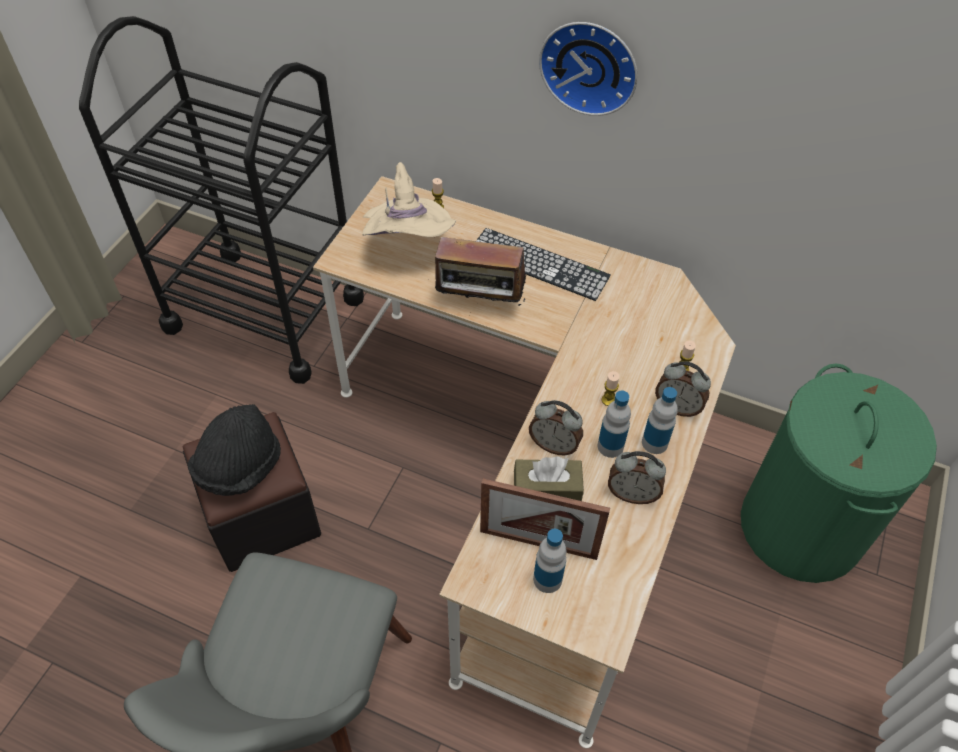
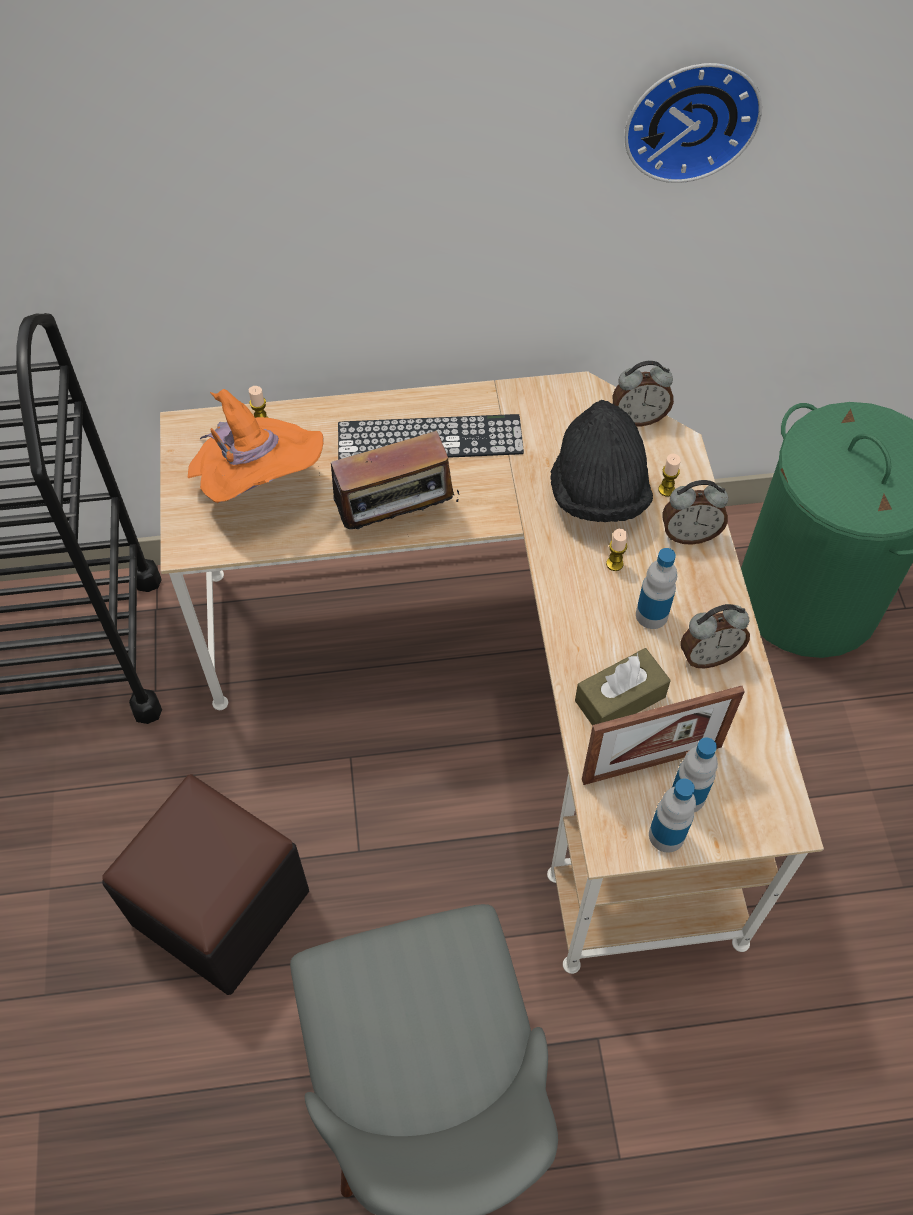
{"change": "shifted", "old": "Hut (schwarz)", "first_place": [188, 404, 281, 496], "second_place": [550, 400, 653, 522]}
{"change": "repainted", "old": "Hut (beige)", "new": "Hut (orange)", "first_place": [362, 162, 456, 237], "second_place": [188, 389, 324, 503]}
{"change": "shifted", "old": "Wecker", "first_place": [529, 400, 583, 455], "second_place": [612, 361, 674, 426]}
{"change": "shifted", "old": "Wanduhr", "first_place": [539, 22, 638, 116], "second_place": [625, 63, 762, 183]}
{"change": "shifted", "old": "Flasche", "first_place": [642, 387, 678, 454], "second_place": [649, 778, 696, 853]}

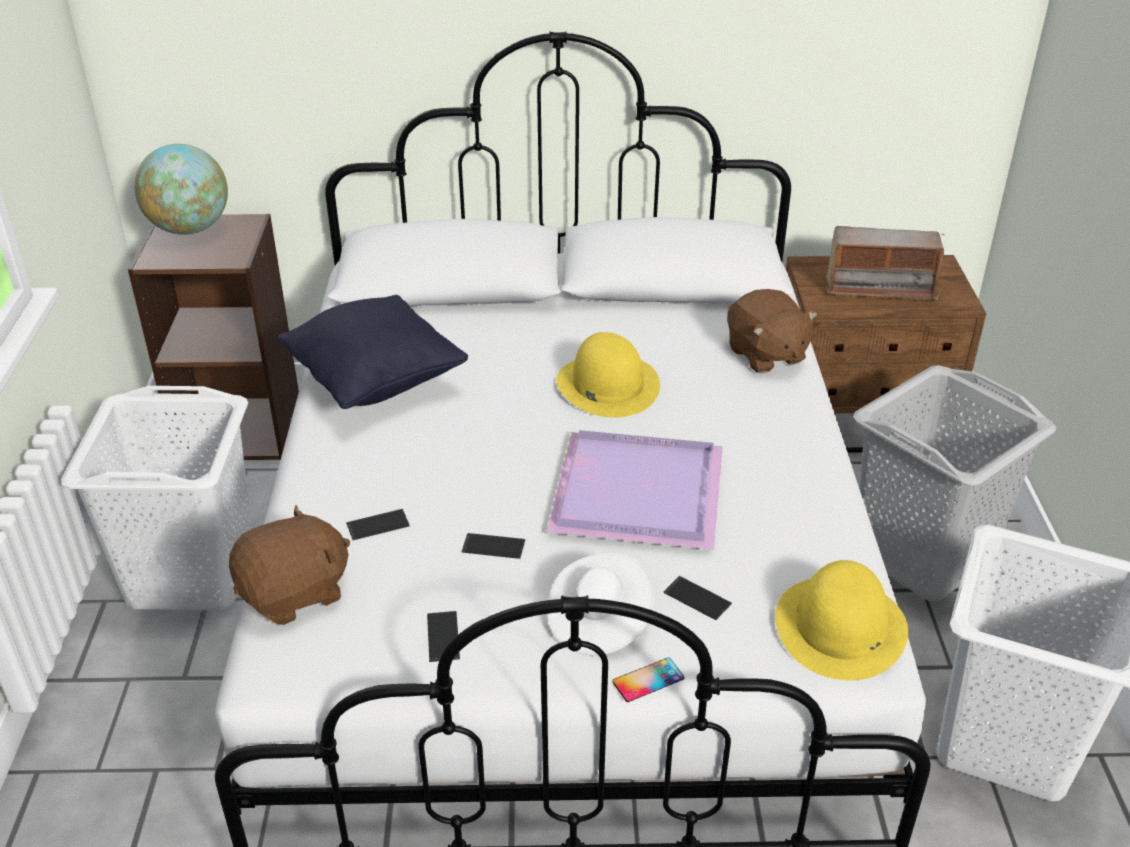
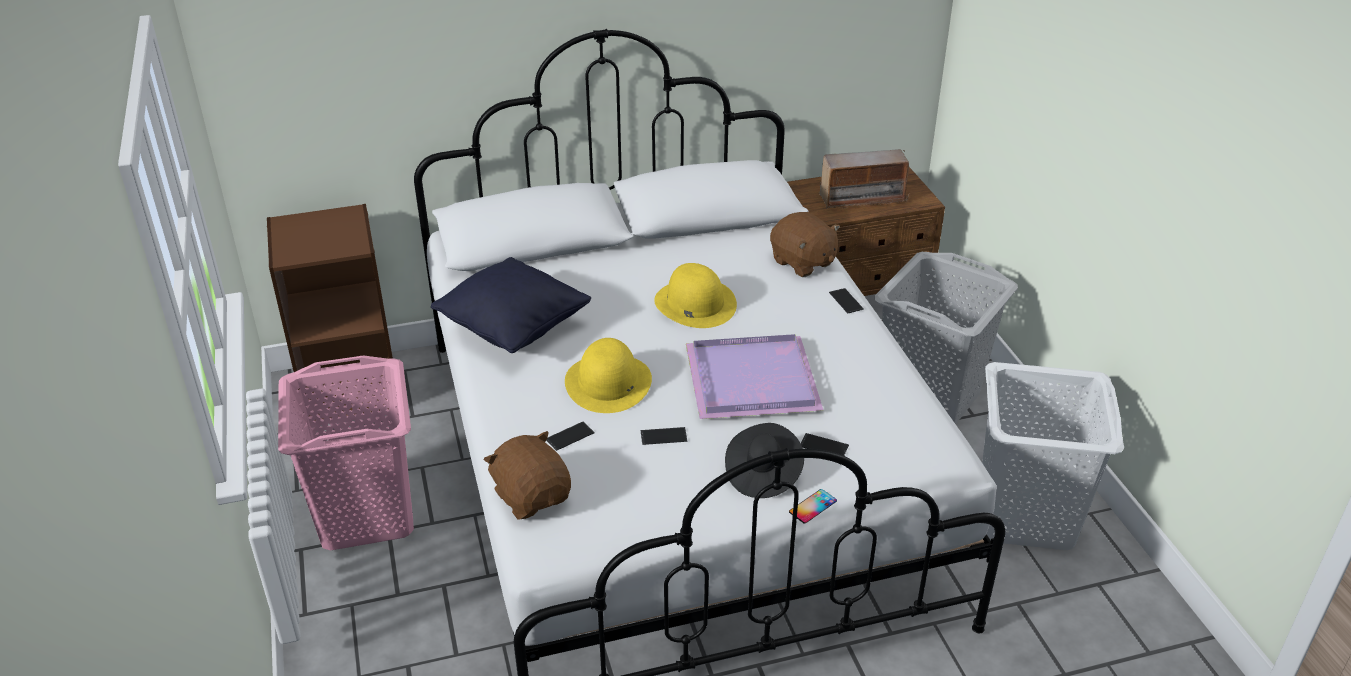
{"change": "repainted", "old": "Wäschekorb (weiß)", "new": "Wäschekorb (rosa)", "first_place": [61, 386, 252, 610], "second_place": [278, 355, 414, 551]}
{"change": "gone", "old": "Globus", "first_place": [134, 144, 228, 235]}
{"change": "rotated", "old": "Plüschtier (braun)", "first_place": [229, 505, 350, 625], "second_place": [484, 431, 571, 520], "degrees": -75}
{"change": "shifted", "old": "Handy", "first_place": [427, 611, 460, 662], "second_place": [829, 288, 864, 314]}
{"change": "repainted", "old": "Hut (weiß)", "new": "Hut (schwarz)", "first_place": [547, 553, 654, 656], "second_place": [725, 423, 804, 498]}
{"change": "shifted", "old": "Hut (gelb)", "first_place": [775, 560, 908, 681], "second_place": [565, 338, 652, 413]}

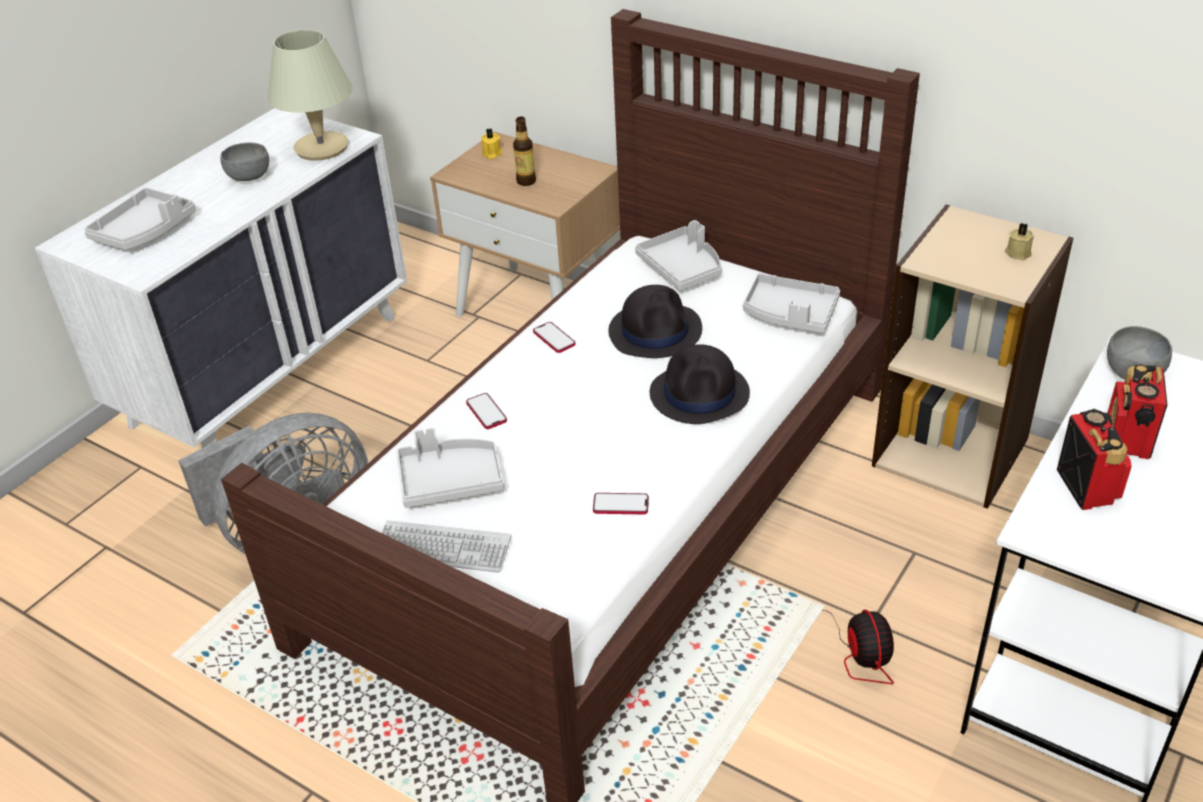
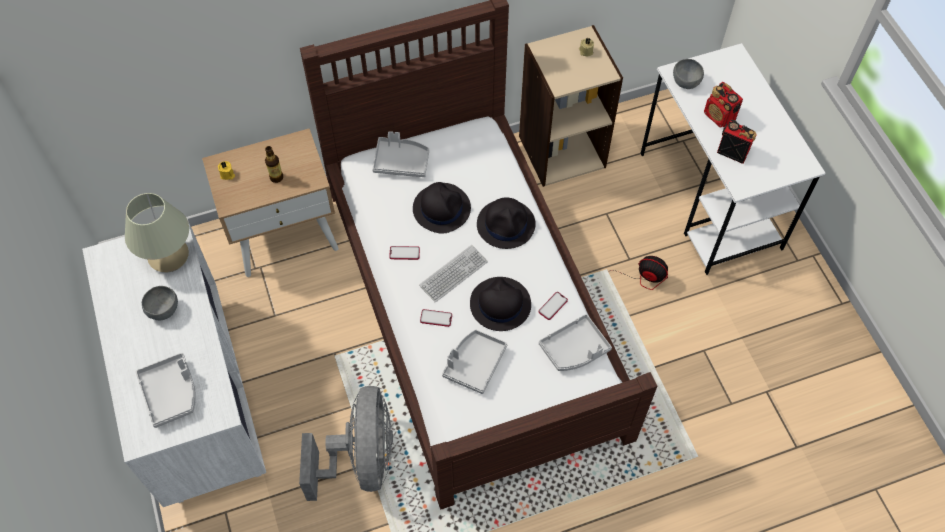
{"change": "shifted", "old": "Tastatur", "first_place": [382, 520, 511, 572], "second_place": [419, 245, 488, 303]}
{"change": "shifted", "old": "Tablett (grau)", "first_place": [743, 274, 840, 333], "second_place": [539, 314, 612, 371]}
{"change": "new", "new": "Hut (schwarz)", "second_place": [470, 277, 531, 331]}

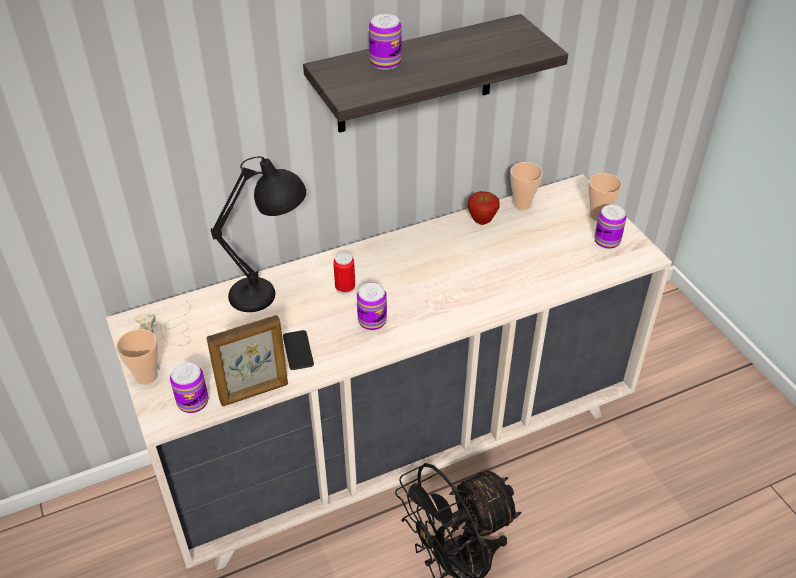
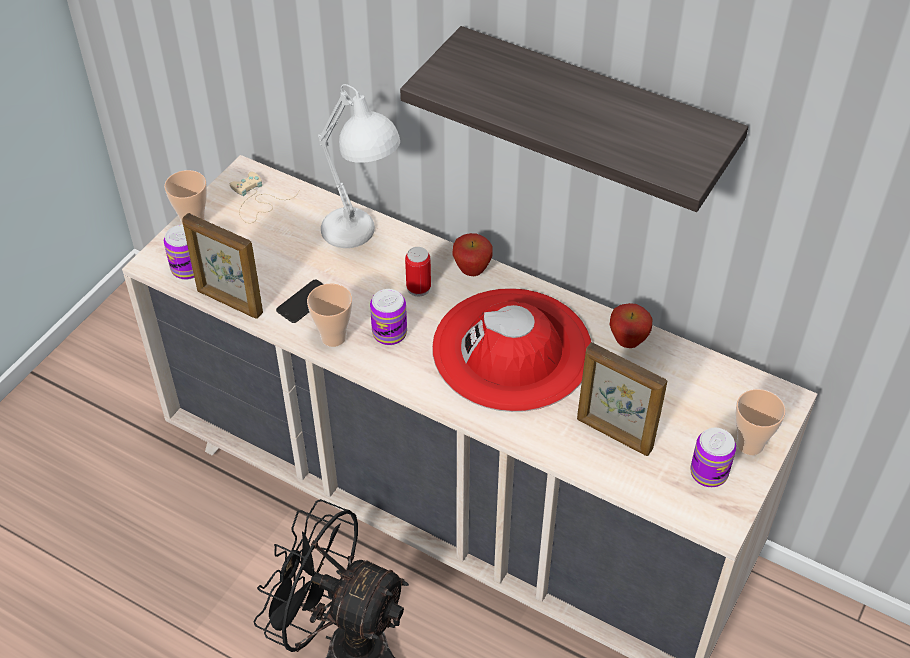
{"change": "repainted", "old": "Tischlampe (schwarz)", "new": "Tischlampe (weiß)", "first_place": [211, 156, 306, 312], "second_place": [318, 84, 400, 248]}
{"change": "gone", "old": "Dose", "first_place": [369, 14, 402, 70]}
{"change": "shifted", "old": "Tasse", "first_place": [510, 162, 543, 210], "second_place": [307, 283, 352, 347]}
{"change": "new", "new": "Hut (rot)", "second_place": [432, 288, 591, 412]}
{"change": "new", "new": "Apfel", "second_place": [452, 233, 493, 276]}
{"change": "new", "new": "Bilderrahmen", "second_place": [577, 342, 667, 456]}

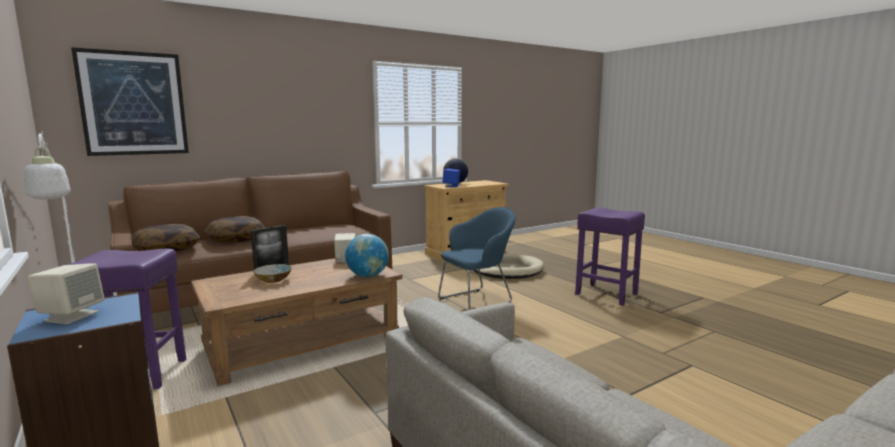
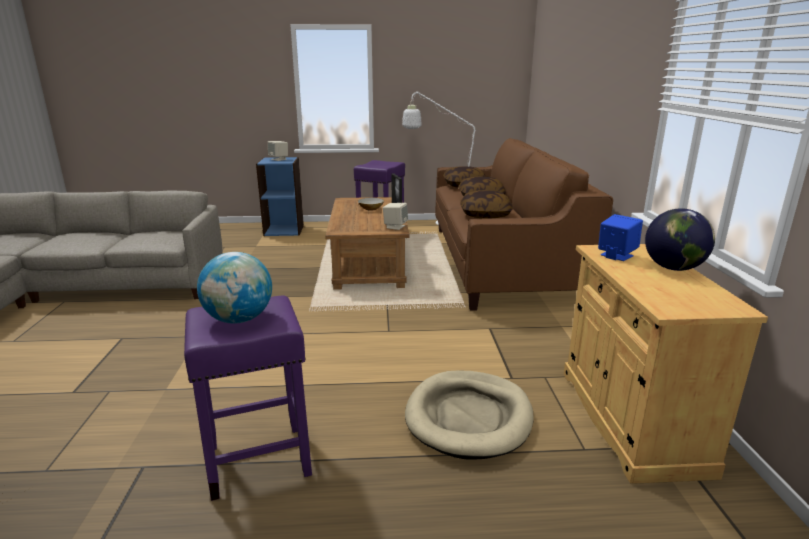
{"change": "gone", "old": "Bild", "first_place": [71, 47, 189, 156]}
{"change": "shifted", "old": "Globus", "first_place": [345, 234, 389, 277], "second_place": [197, 252, 272, 324]}
{"change": "gone", "old": "Sessel (blau)", "first_place": [438, 207, 516, 310]}
{"change": "new", "new": "Kissen", "second_place": [460, 190, 513, 219]}

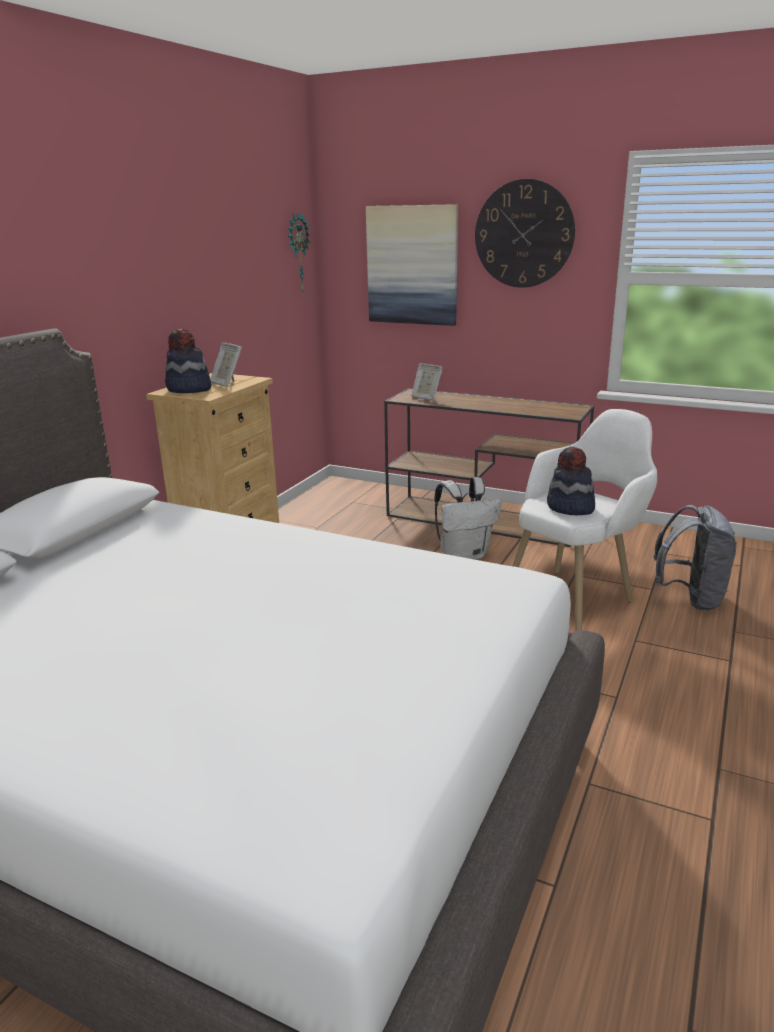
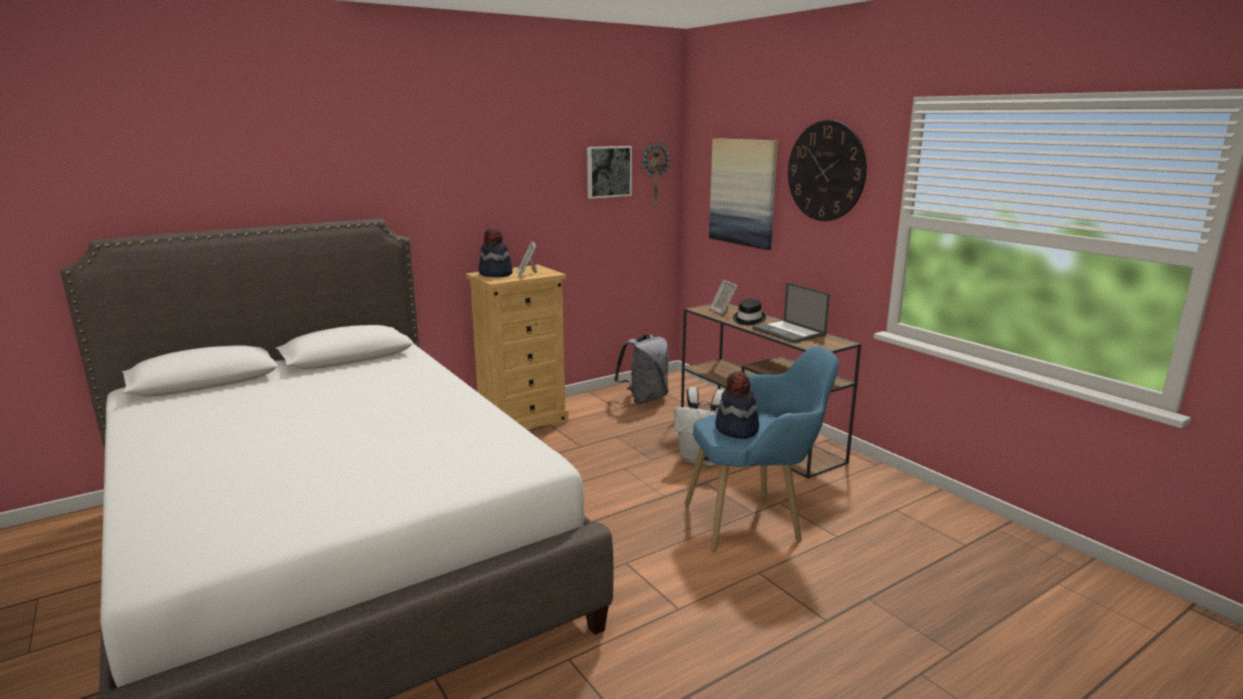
{"change": "repainted", "old": "Sessel (weiß)", "new": "Sessel (blau)", "first_place": [512, 409, 657, 630], "second_place": [685, 346, 839, 552]}
{"change": "shifted", "old": "Rucksack (grau)", "first_place": [654, 505, 737, 611], "second_place": [614, 334, 669, 404]}
{"change": "new", "new": "Bild", "second_place": [587, 146, 632, 199]}
{"change": "new", "new": "Hut (schwarz)", "second_place": [733, 299, 766, 325]}
{"change": "new", "new": "Laptop", "second_place": [752, 283, 830, 343]}

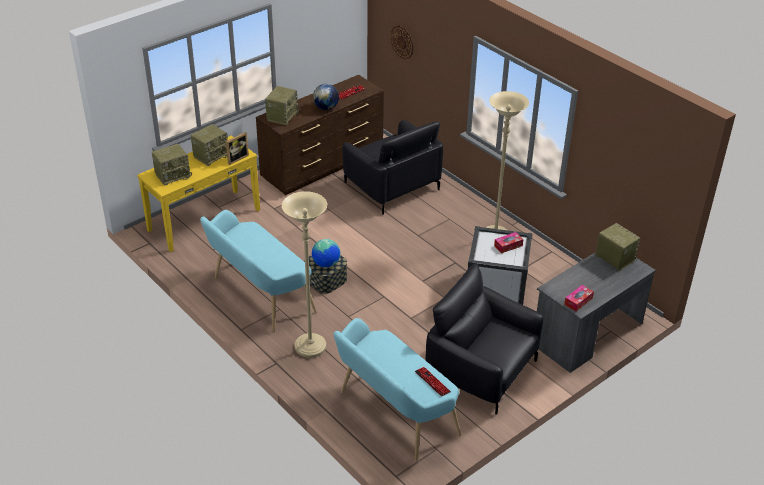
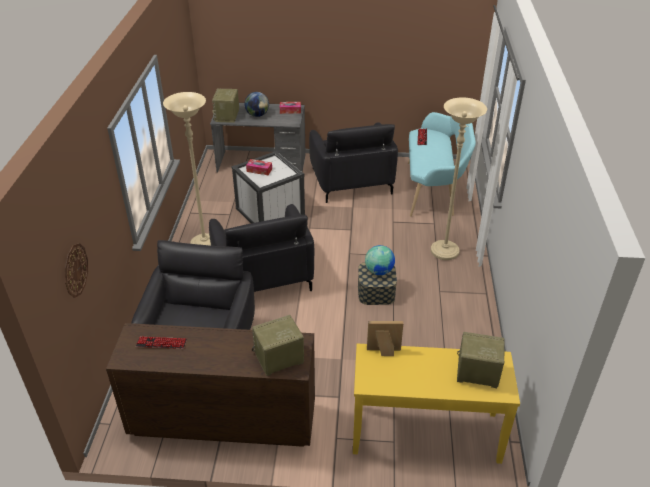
{"change": "gone", "old": "Radio", "first_place": [191, 124, 228, 166]}
{"change": "gone", "old": "Bank (türkis)", "first_place": [200, 210, 317, 332]}
{"change": "shifted", "old": "Globus", "first_place": [313, 84, 339, 110], "second_place": [244, 92, 269, 117]}
{"change": "new", "new": "Sessel (schwarz)", "second_place": [209, 204, 314, 292]}

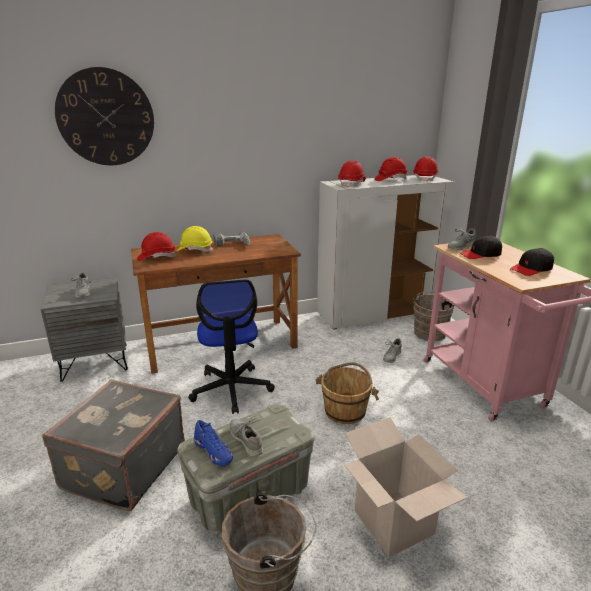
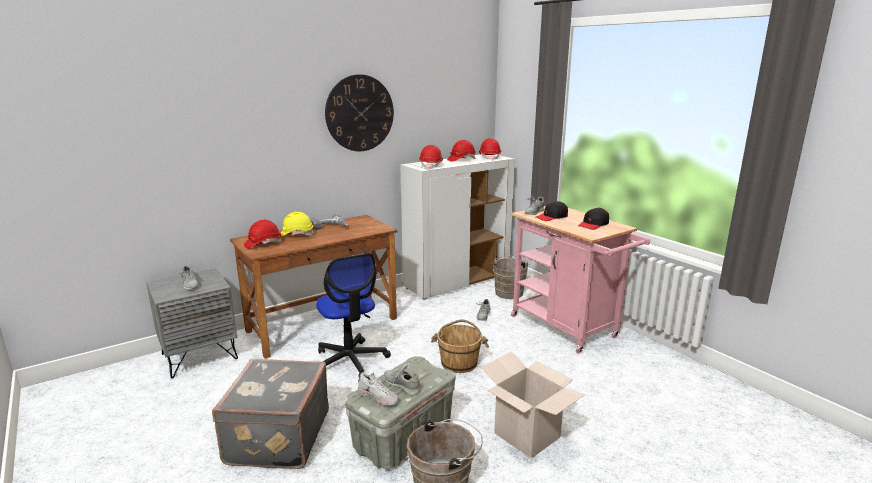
{"change": "shifted", "old": "Wanduhr", "first_place": [55, 67, 154, 165], "second_place": [325, 74, 394, 151]}
{"change": "repainted", "old": "Schuh (blau)", "new": "Schuh (weiß)", "first_place": [194, 420, 233, 466], "second_place": [358, 372, 399, 406]}

